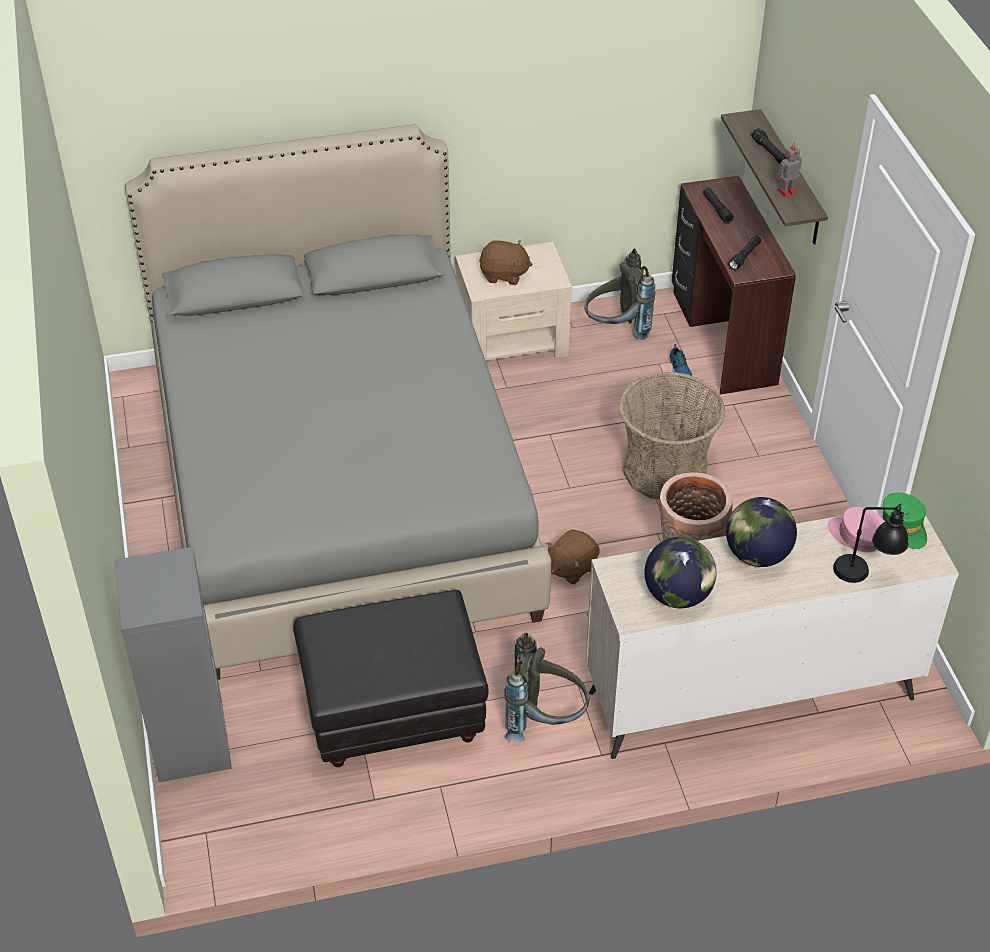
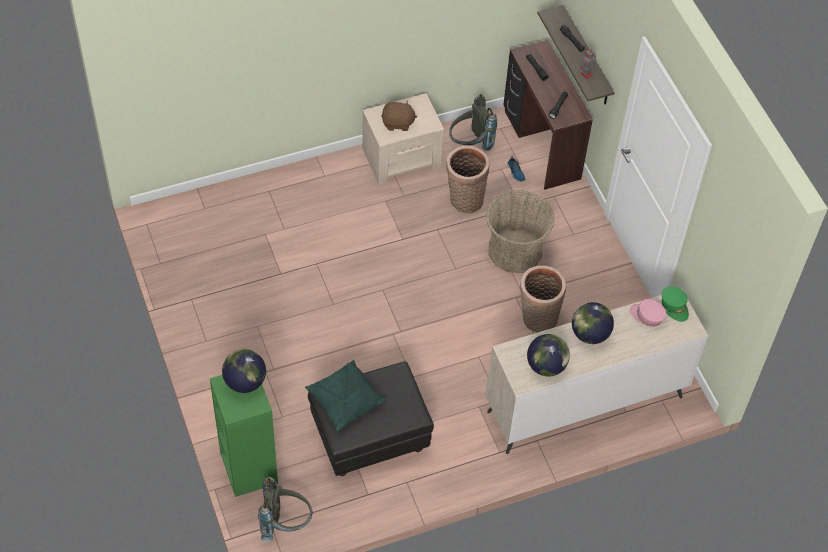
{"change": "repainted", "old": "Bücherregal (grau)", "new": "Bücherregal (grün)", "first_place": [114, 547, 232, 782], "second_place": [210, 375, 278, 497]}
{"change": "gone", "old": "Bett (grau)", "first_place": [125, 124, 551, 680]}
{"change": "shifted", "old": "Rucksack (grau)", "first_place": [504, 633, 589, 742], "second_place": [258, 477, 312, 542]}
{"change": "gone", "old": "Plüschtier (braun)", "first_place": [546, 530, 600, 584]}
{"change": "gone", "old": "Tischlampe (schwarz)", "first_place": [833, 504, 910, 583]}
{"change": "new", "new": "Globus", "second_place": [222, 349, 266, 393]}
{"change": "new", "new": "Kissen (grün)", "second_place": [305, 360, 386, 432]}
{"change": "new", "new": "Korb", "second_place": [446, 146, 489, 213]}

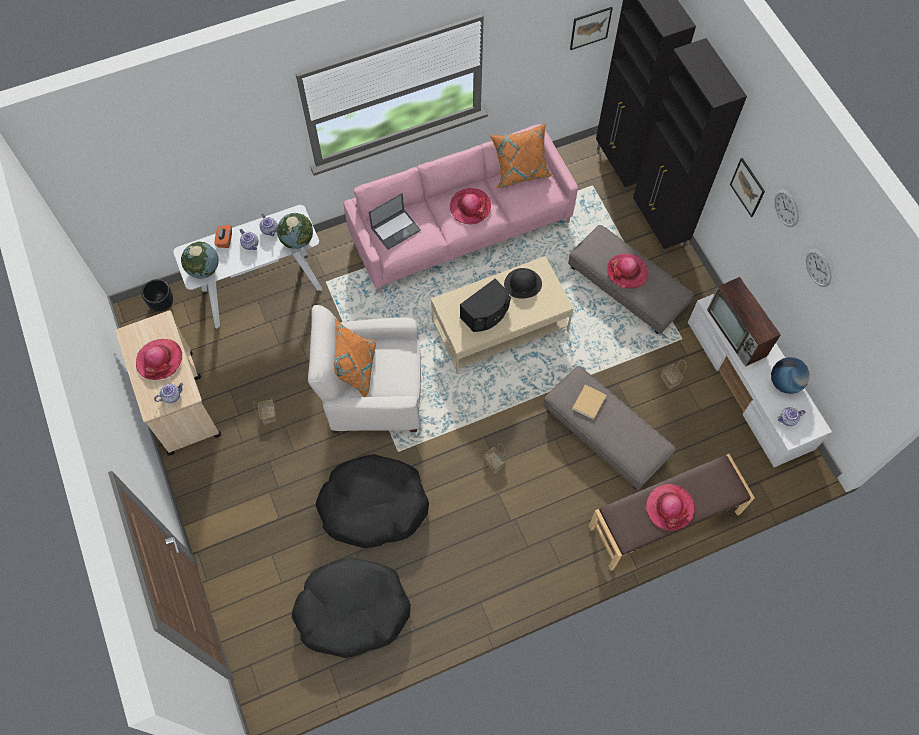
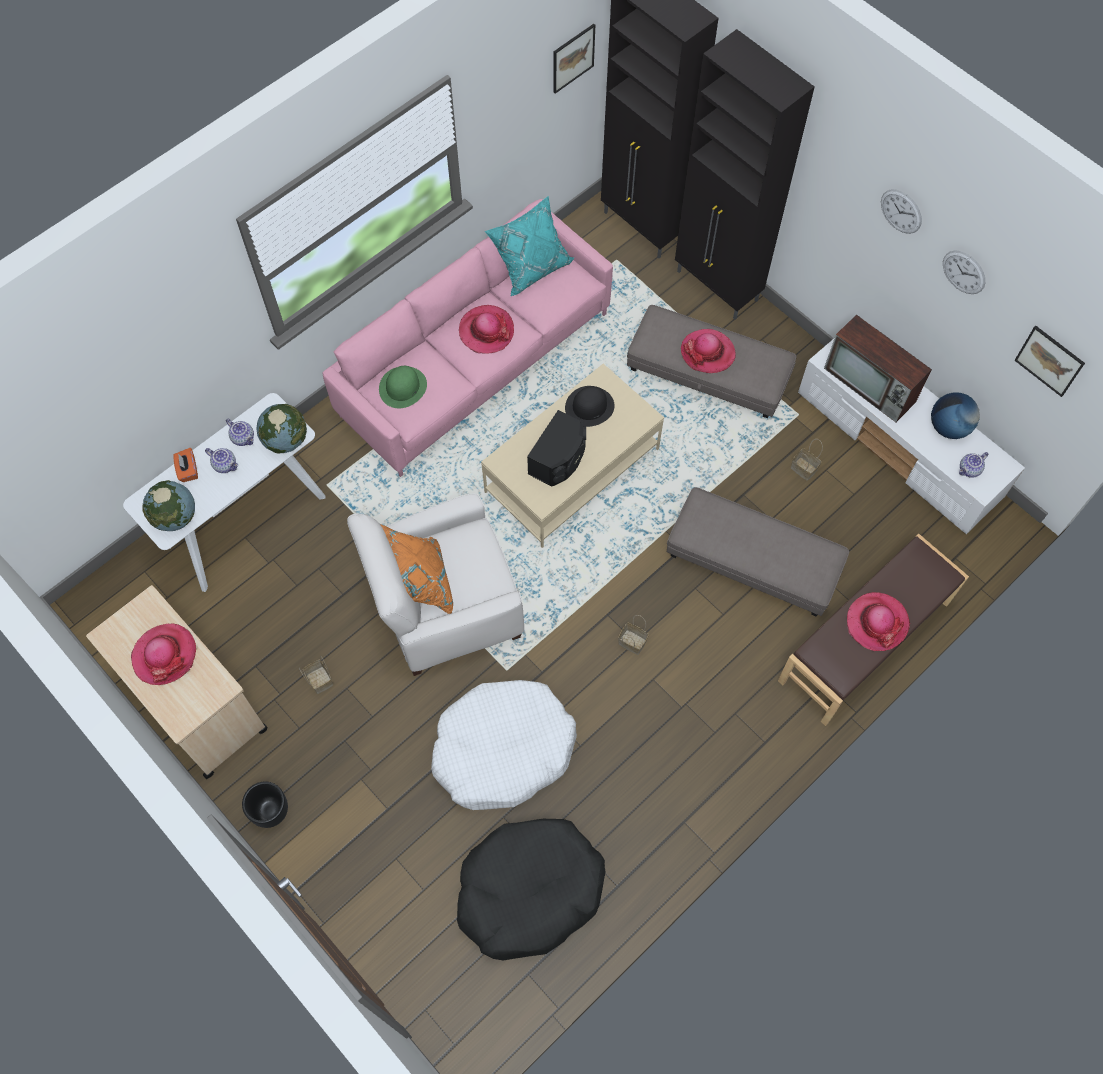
{"change": "shifted", "old": "Pflanzkübel (schwarz)", "first_place": [141, 279, 173, 312], "second_place": [242, 781, 288, 828]}
{"change": "gone", "old": "Teekanne", "first_place": [154, 383, 184, 403]}
{"change": "repainted", "old": "Hundebett (schwarz)", "new": "Hundebett (weiß)", "first_place": [316, 454, 429, 548], "second_place": [431, 680, 577, 810]}
{"change": "swapped", "old": "Laptop", "new": "Hut (grün)", "first_place": [369, 193, 421, 250], "second_place": [379, 366, 427, 408]}
{"change": "repainted", "old": "Kissen (orange)", "new": "Kissen (türkis)", "first_place": [490, 124, 553, 188], "second_place": [485, 196, 574, 296]}
{"change": "gone", "old": "Buch (beige)", "first_place": [572, 385, 607, 420]}
{"change": "shifted", "old": "Bild", "first_place": [730, 158, 765, 217], "second_place": [1015, 326, 1085, 397]}

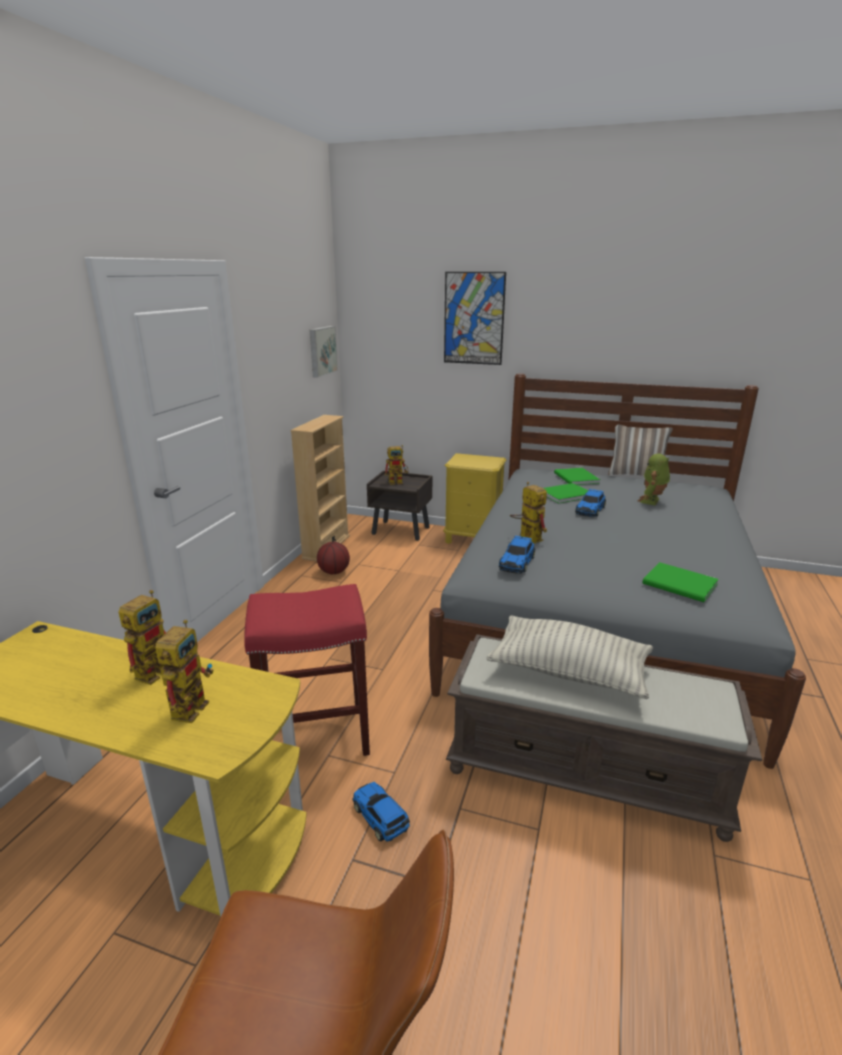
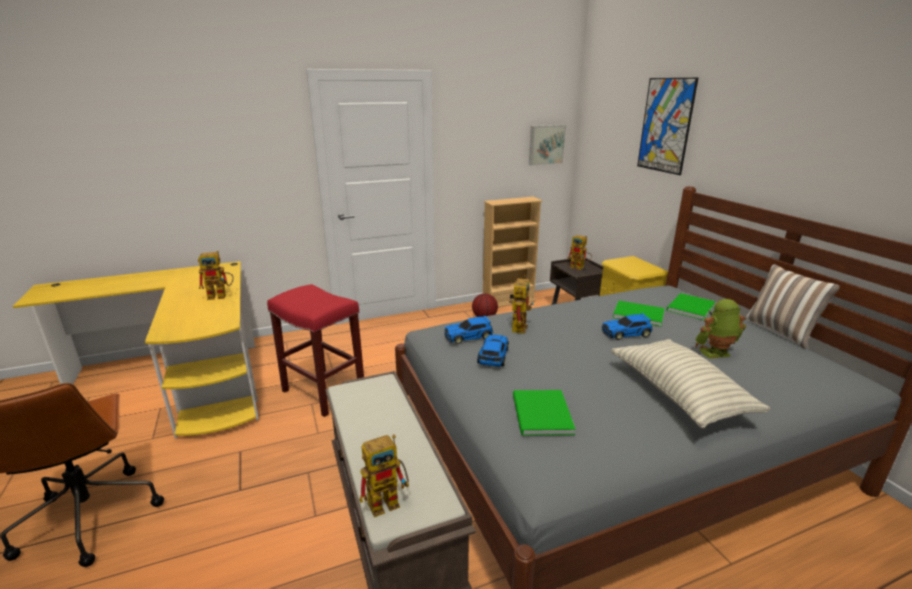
{"change": "shifted", "old": "Spielzeugroboter", "first_place": [155, 620, 213, 723], "second_place": [359, 435, 409, 517]}
{"change": "shifted", "old": "Spielzeugauto", "first_place": [352, 782, 410, 842], "second_place": [477, 335, 509, 367]}
{"change": "shifted", "old": "Kissen", "first_place": [486, 615, 653, 699], "second_place": [611, 339, 771, 429]}

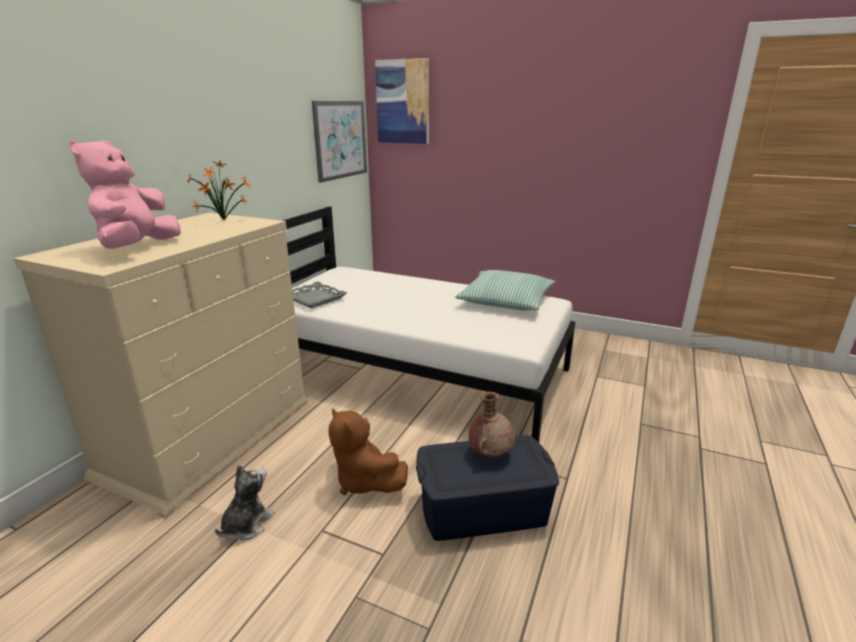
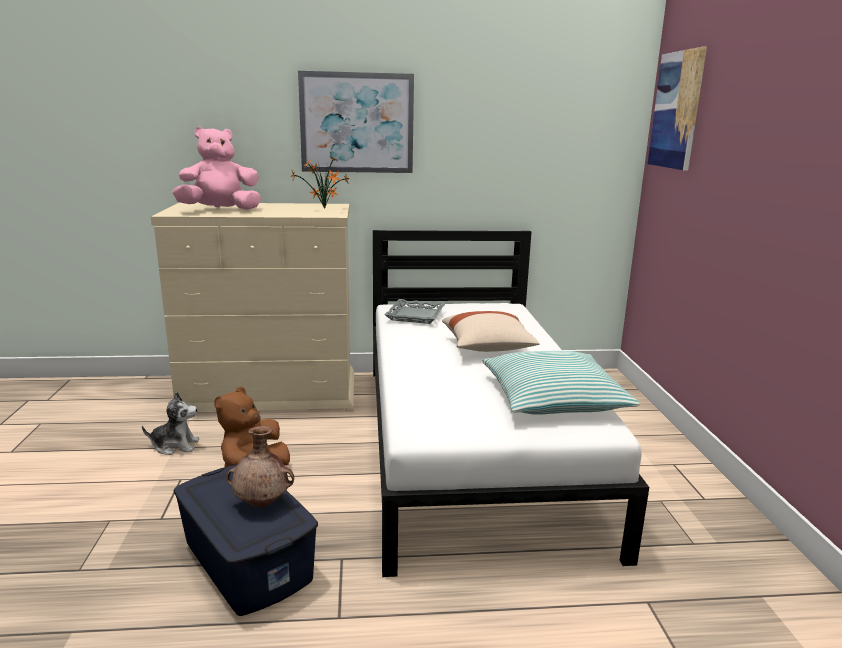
{"change": "shifted", "old": "Bild", "first_place": [312, 101, 367, 183], "second_place": [298, 71, 414, 173]}
{"change": "new", "new": "Kissen (beige)", "second_place": [442, 311, 540, 352]}

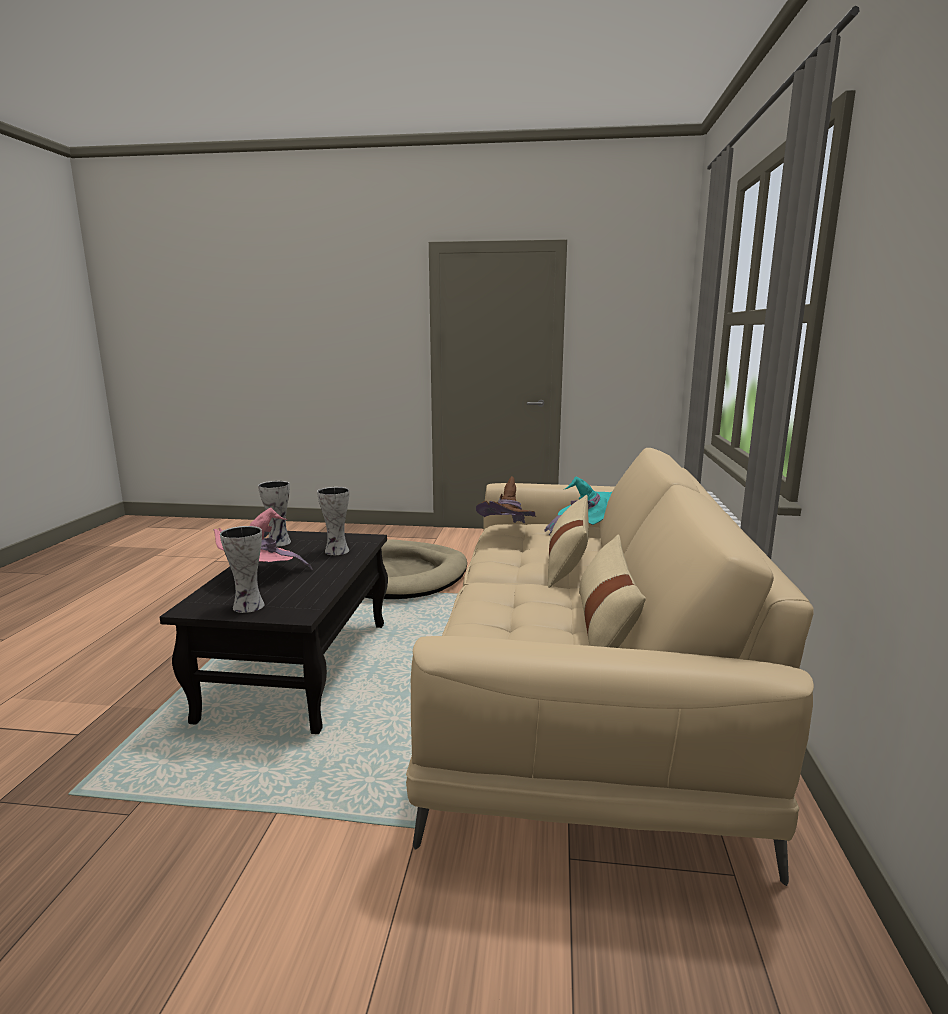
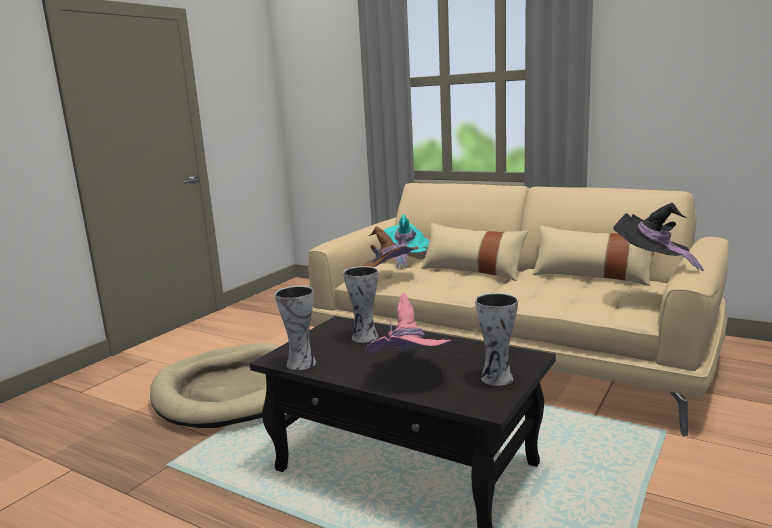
{"change": "new", "new": "Hut (schwarz)", "second_place": [613, 203, 704, 273]}

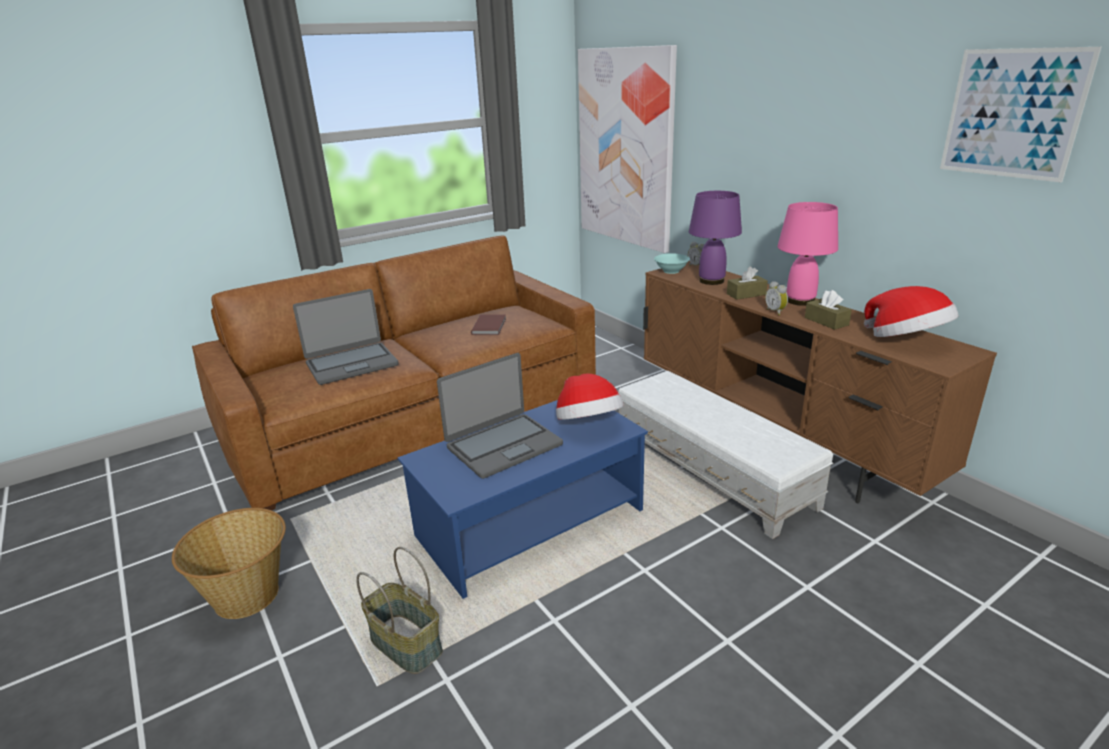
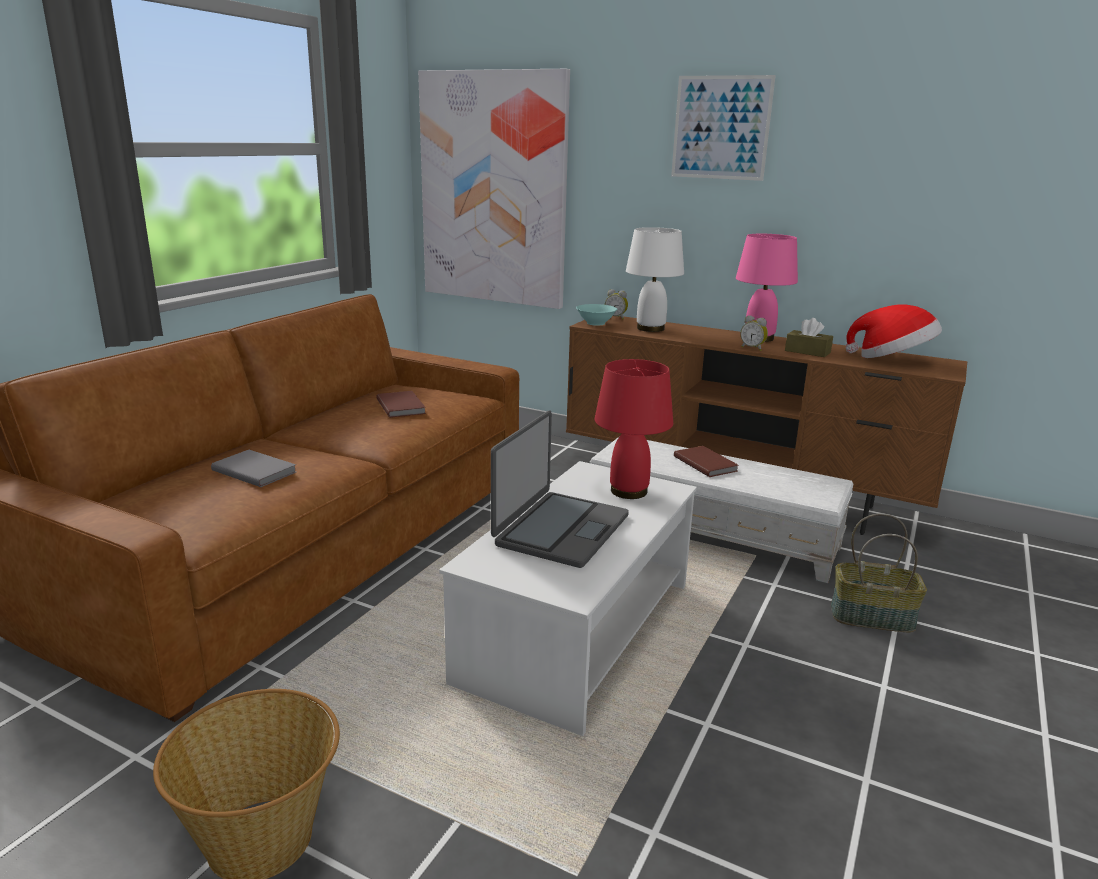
{"change": "swapped", "old": "Laptop", "new": "Buch (grau)", "first_place": [293, 289, 399, 385], "second_place": [211, 450, 296, 487]}
{"change": "shifted", "old": "Korb", "first_place": [356, 547, 443, 674], "second_place": [831, 513, 927, 632]}
{"change": "repainted", "old": "Couchtisch (blau)", "new": "Couchtisch (weiß)", "first_place": [398, 400, 648, 599], "second_place": [439, 461, 697, 736]}
{"change": "swapped", "old": "Hut", "new": "Tischlampe (rot)", "first_place": [556, 374, 624, 420], "second_place": [595, 359, 673, 499]}
{"change": "repainted", "old": "Tischlampe (lila)", "new": "Tischlampe (weiß)", "first_place": [689, 191, 742, 285], "second_place": [626, 227, 684, 332]}
{"change": "gone", "old": "Taschentuchbox (braun)", "first_place": [727, 266, 768, 300]}
{"change": "shifted", "old": "Bild", "first_place": [940, 47, 1101, 183], "second_place": [671, 75, 776, 181]}
{"change": "new", "new": "Buch (braun)", "second_place": [674, 446, 738, 477]}

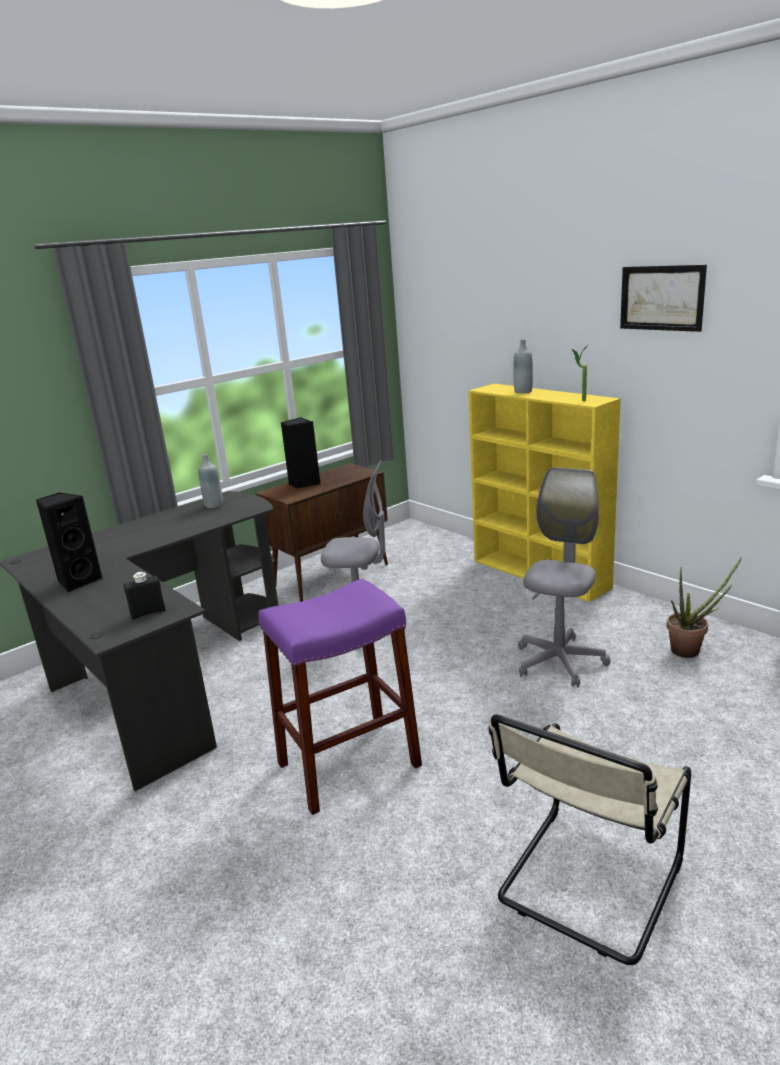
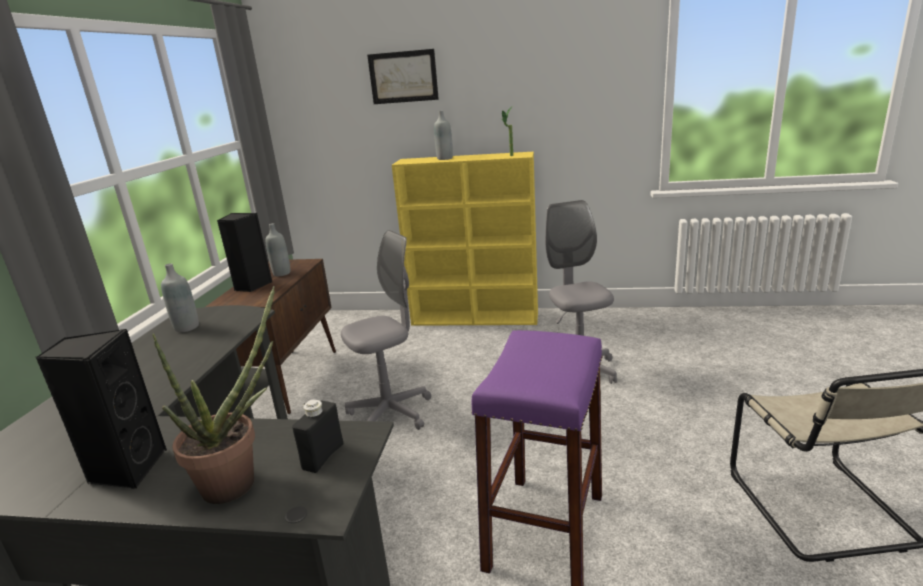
{"change": "shifted", "old": "Bild", "first_place": [620, 265, 707, 332], "second_place": [367, 49, 439, 104]}
{"change": "shifted", "old": "Topfpflanze", "first_place": [667, 557, 742, 658], "second_place": [153, 286, 275, 504]}
{"change": "new", "new": "Flasche (grau)", "second_place": [266, 223, 290, 276]}

